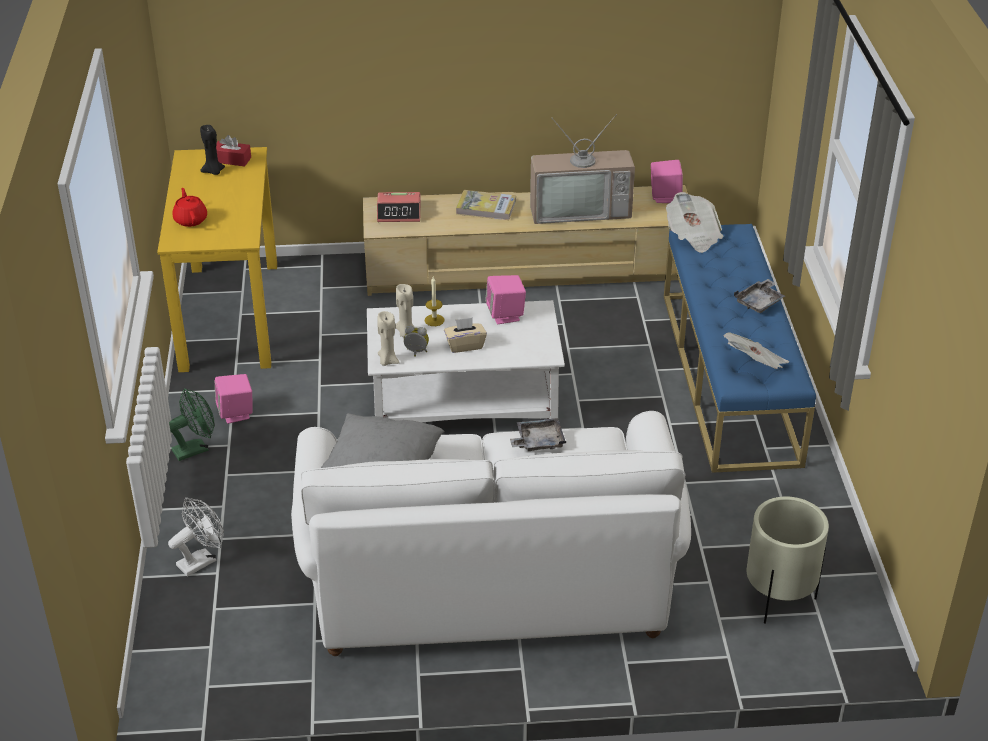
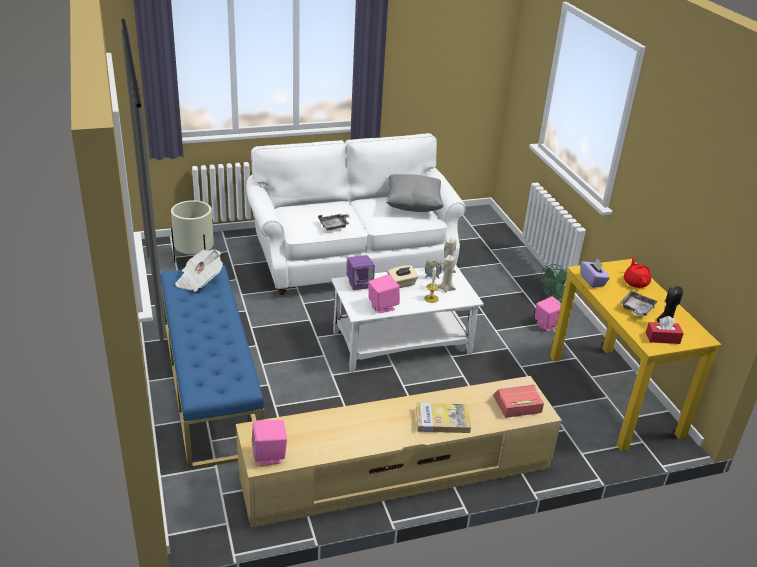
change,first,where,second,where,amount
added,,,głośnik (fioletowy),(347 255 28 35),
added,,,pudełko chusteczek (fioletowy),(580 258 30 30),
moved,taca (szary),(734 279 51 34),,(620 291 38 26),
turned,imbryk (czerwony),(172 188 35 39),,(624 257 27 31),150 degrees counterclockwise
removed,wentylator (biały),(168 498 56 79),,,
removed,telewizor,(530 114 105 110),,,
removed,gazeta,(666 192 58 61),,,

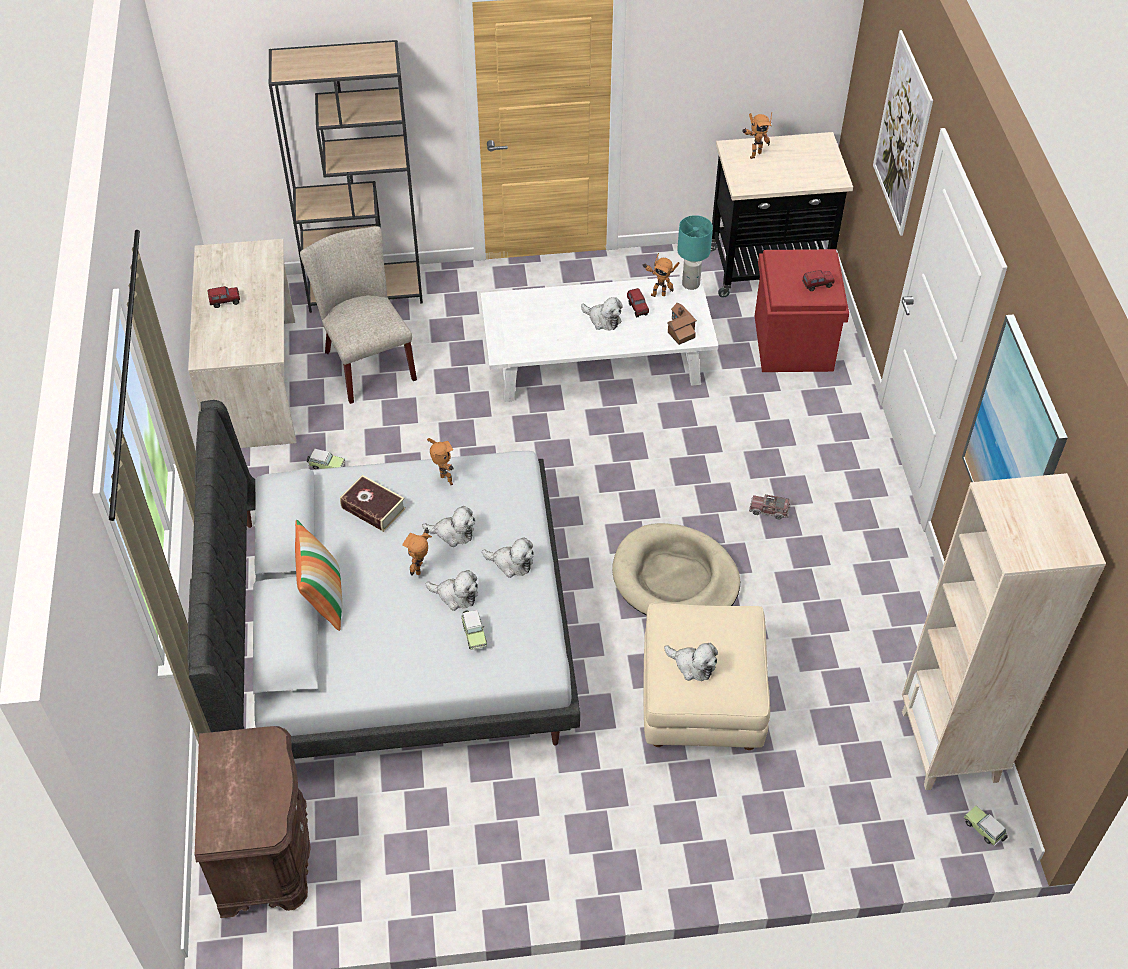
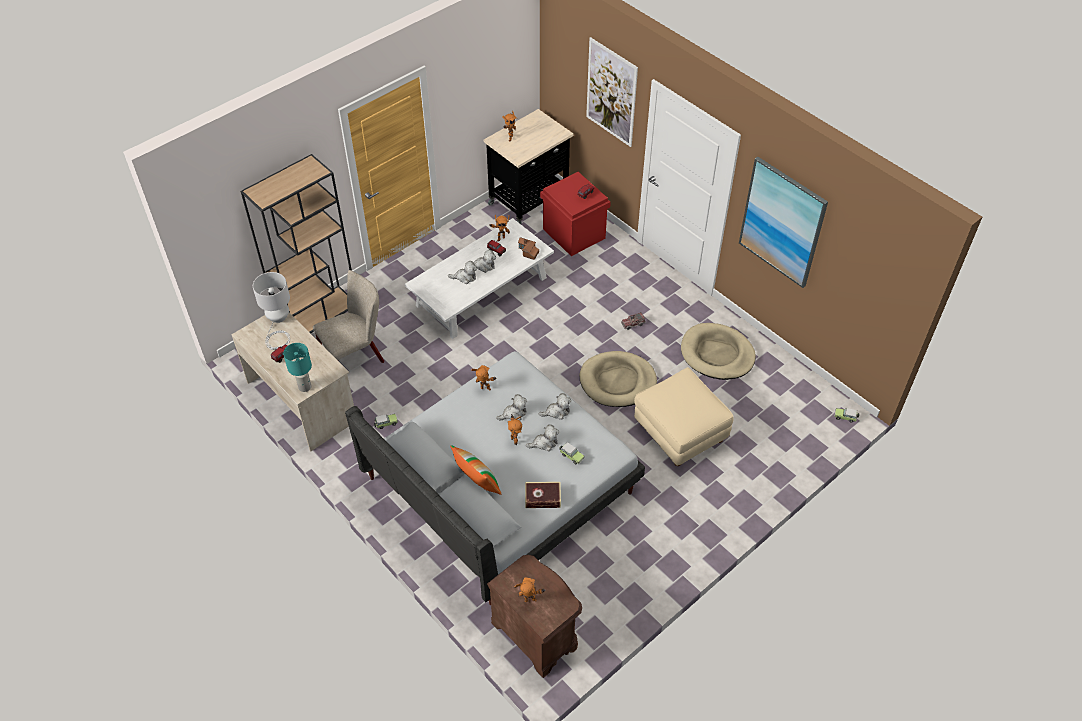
change,first,where,second,where,amount
added,,,lampa stołowa (biały),(253 272 37 78),
moved,lampa stołowa (turkusowy),(677 215 36 75),,(283 343 29 49),
turned,krzesło (beżowy),(300 226 117 178),,(313 270 71 93),120 degrees clockwise
moved,pluszak,(664 643 54 38),,(448 261 29 23),
added,,,robot zabawkowy,(515 577 30 25),
moved,książka,(340 475 66 57),,(525 482 36 26),
added,,,legowisko (beżowy),(681 323 75 57),
removed,regał (beżowy),(902 473 204 317),,,

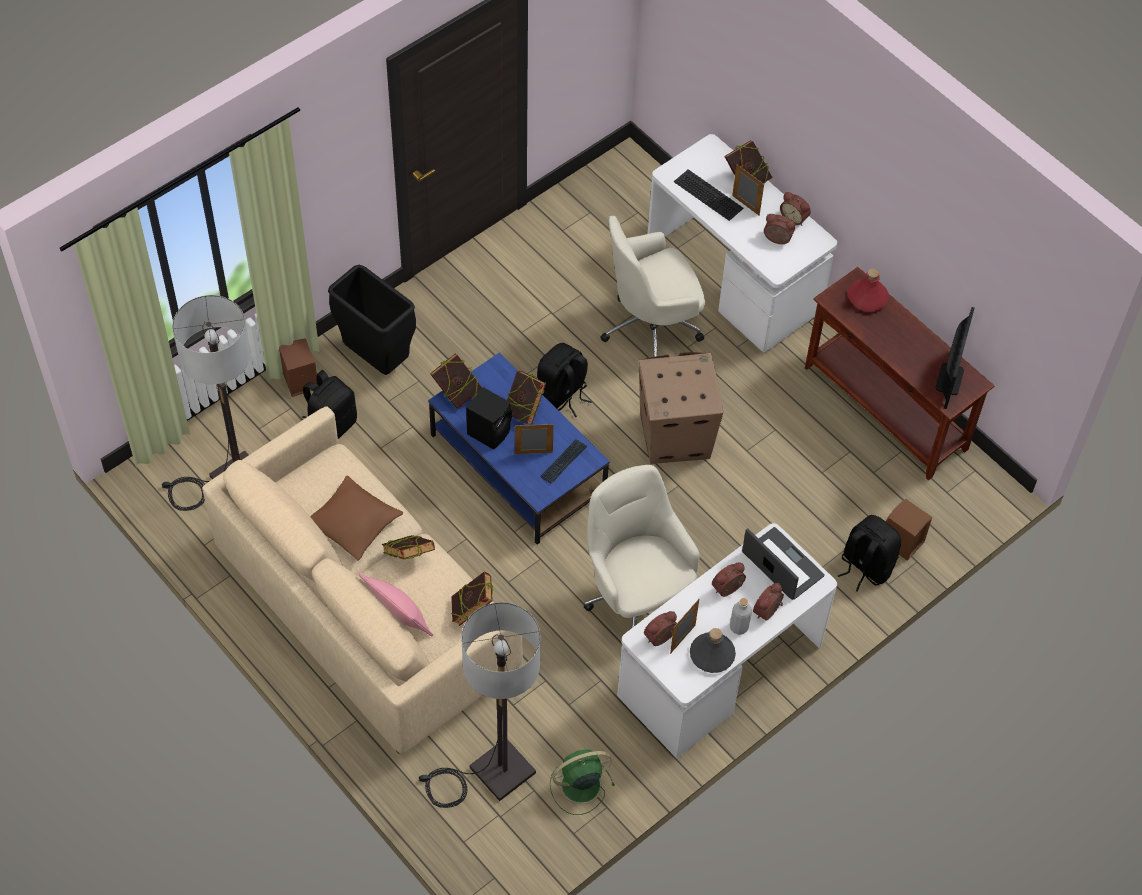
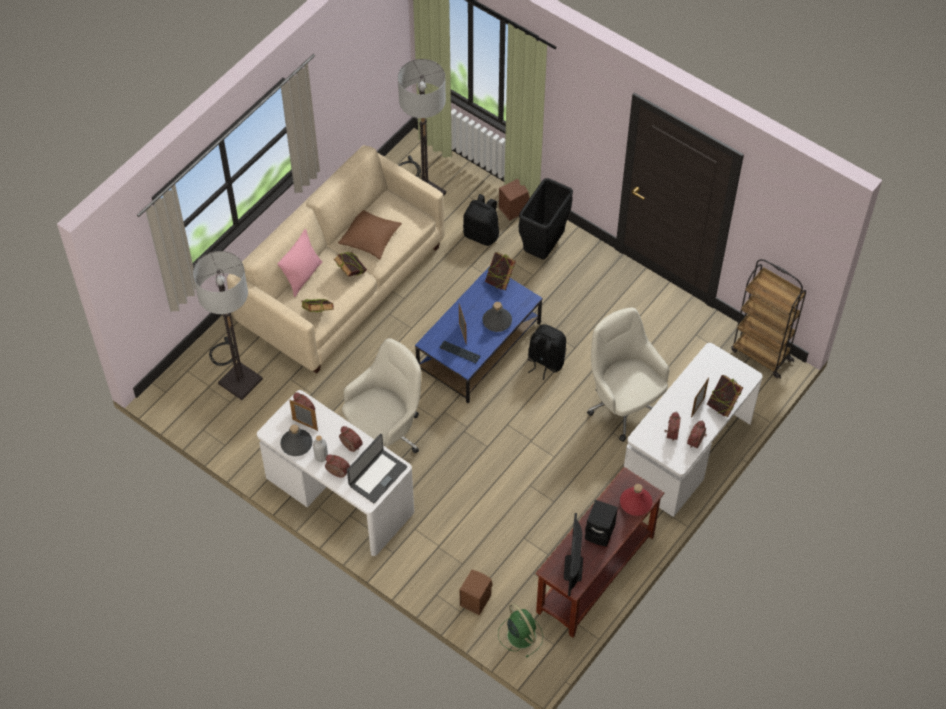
change,first,where,second,where,amount
replaced,książka,(507 371 39 53),butelka (szary),(482 302 30 30),
moved,wentylator (zielony),(550 749 65 66),,(498 603 45 55),
turned,monitor,(936 307 38 102),,(564 513 19 83),90 degrees clockwise
moved,głośnik (czarny),(466 387 46 63),,(585 500 33 46),
added,,,wózek (brązowy),(731 259 75 120),
removed,karton,(638 352 85 112),,,
removed,klawiatura,(674 169 69 52),,,
removed,plecak (czarny),(838 515 63 77),,,

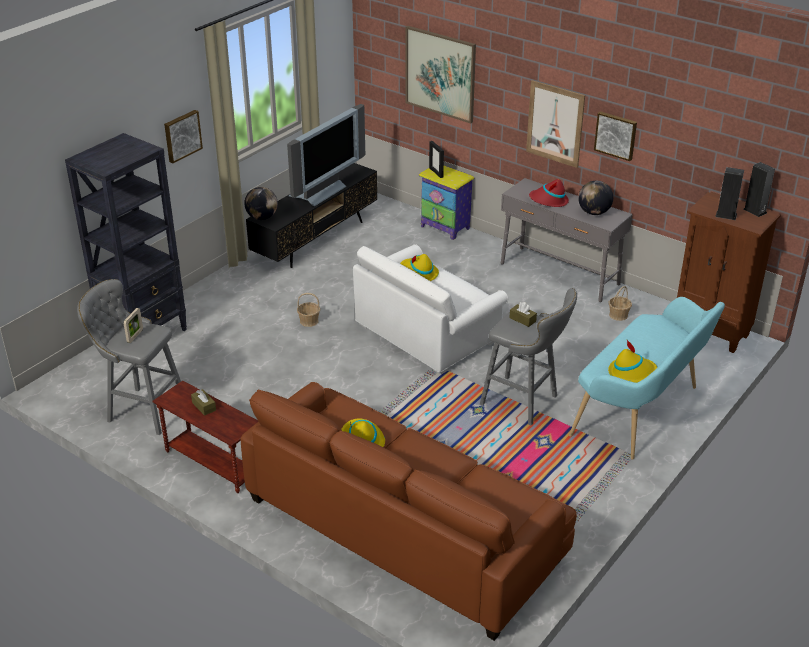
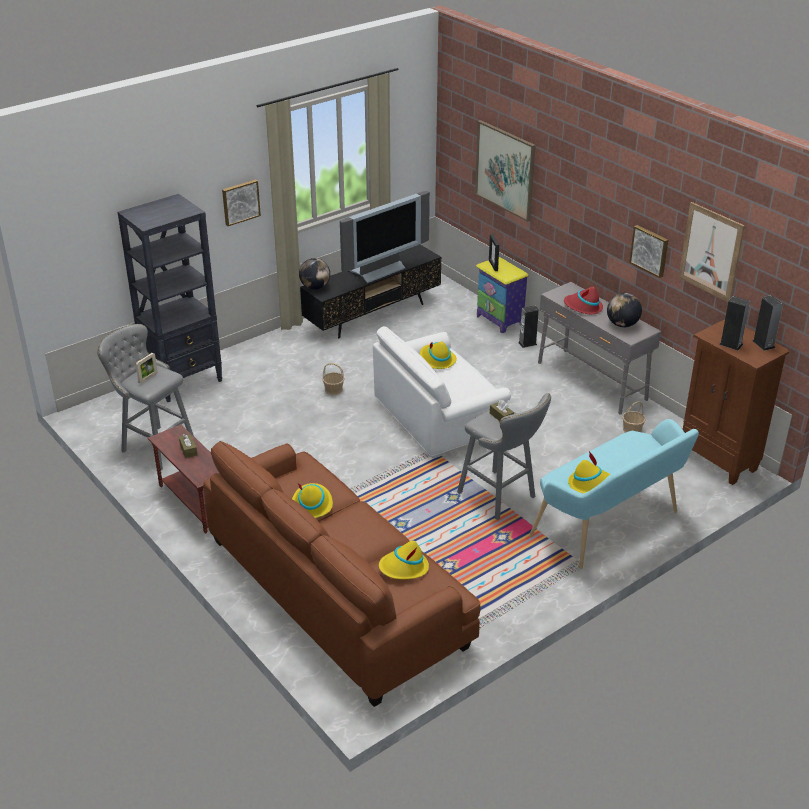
change,first,where,second,where,amount
added,,,kapelusz (żółty),(379 541 50 38),
added,,,głośnik,(518 305 21 43),
moved,obraz,(526 80 59 88),,(679 202 66 100),

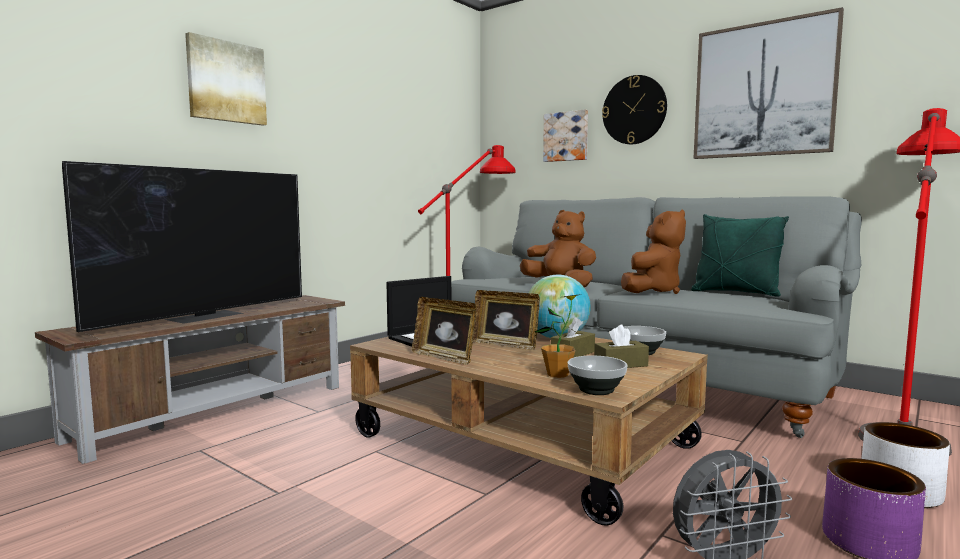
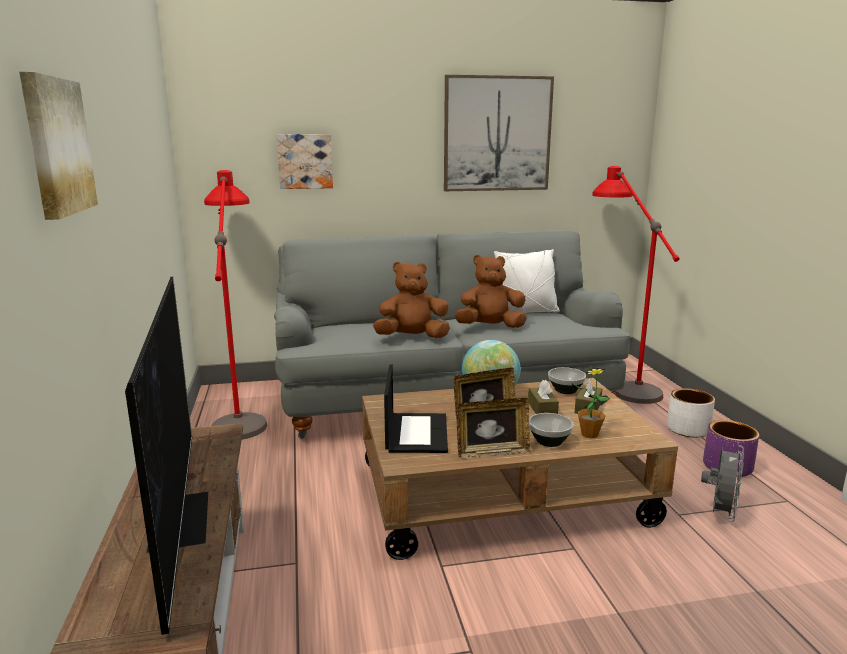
change,first,where,second,where,amount
turned,pluszak (brązowy),(621 210 65 84),,(455 255 72 73),90 degrees counterclockwise
recoloured,poduszka (zielony),(691 214 98 83),poduszka (biały),(494 249 66 64),
moved,miska,(568 356 60 39),,(529 413 44 34),
removed,zegar ścienny,(602 75 65 69),,,

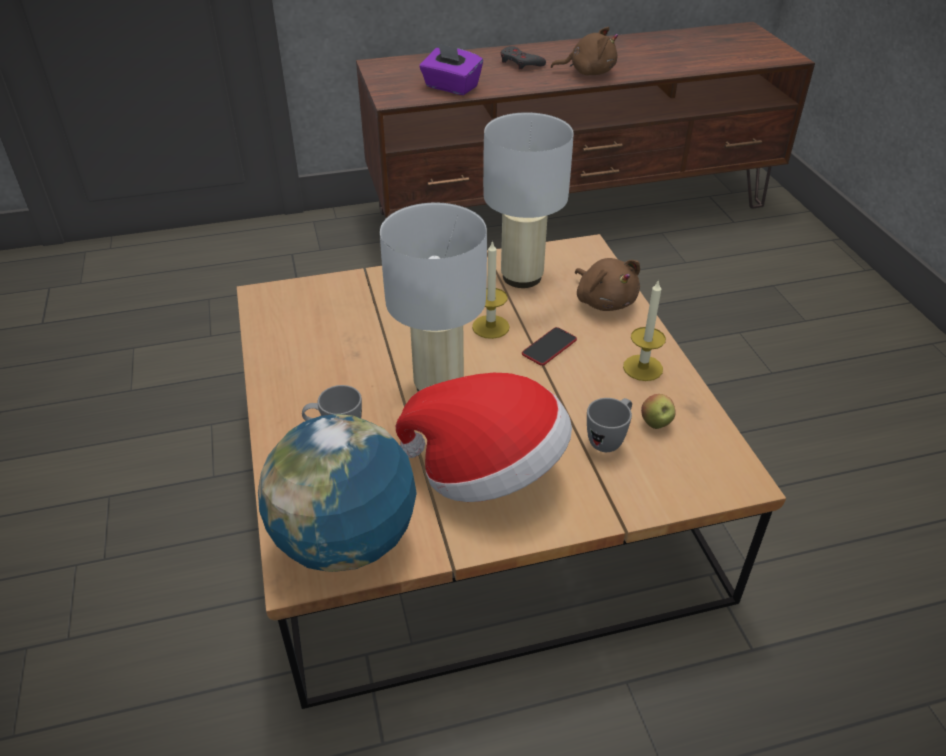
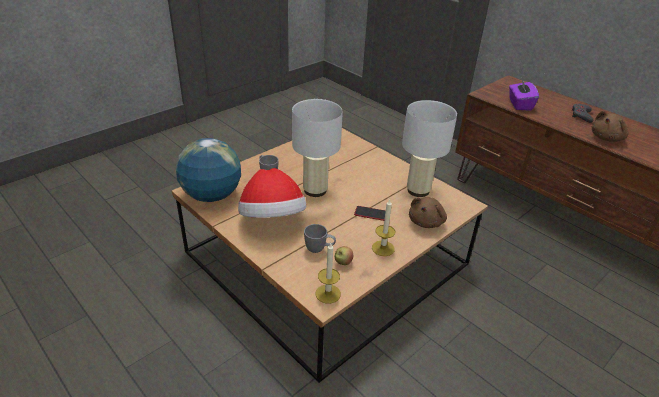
change,first,where,second,where,amount
moved,świeca,(472 240 38 99),,(315 243 26 61),
turned,pluszak (brązowy),(551 27 67 49),,(592 111 37 31),75 degrees clockwise

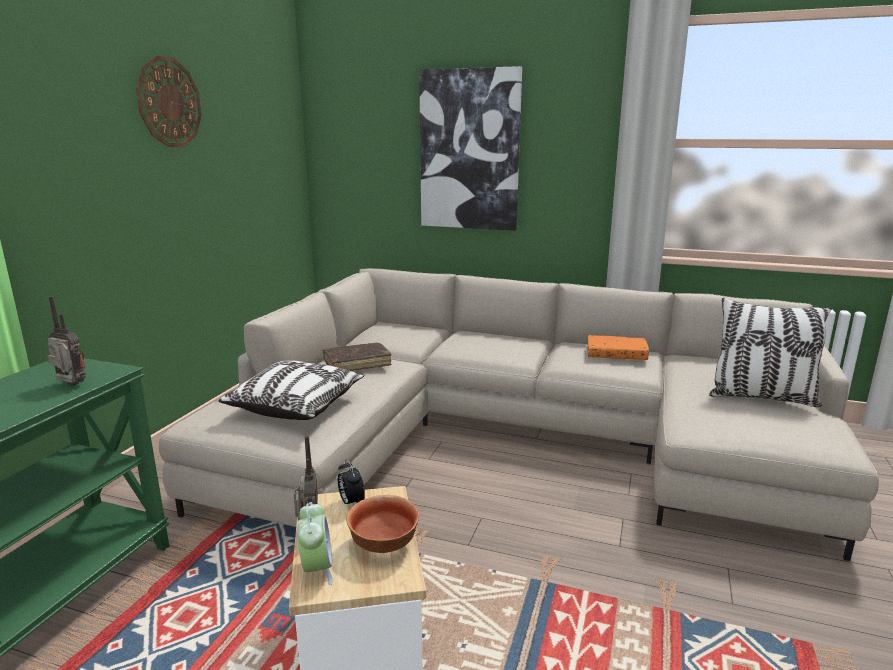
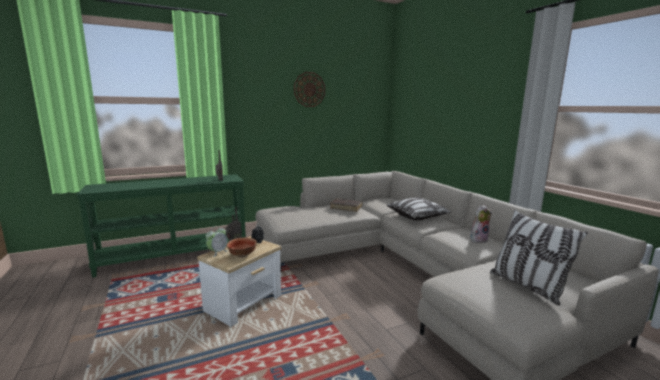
change,first,where,second,where,amount
moved,poduszka,(219 361 145 59),,(387 198 64 22),
replaced,książka (pomarańczowy),(587 335 62 25),pluszak,(470 205 21 38),
removed,obraz,(419 66 103 165),,,

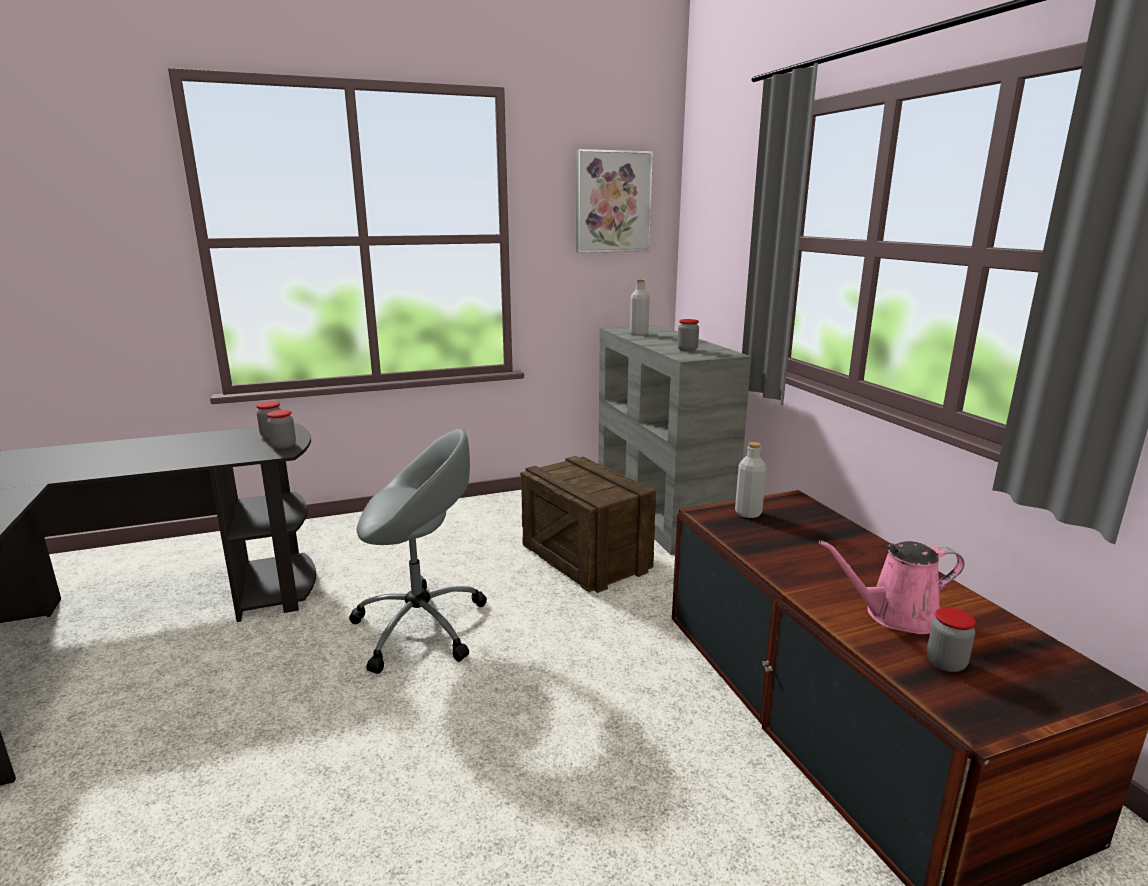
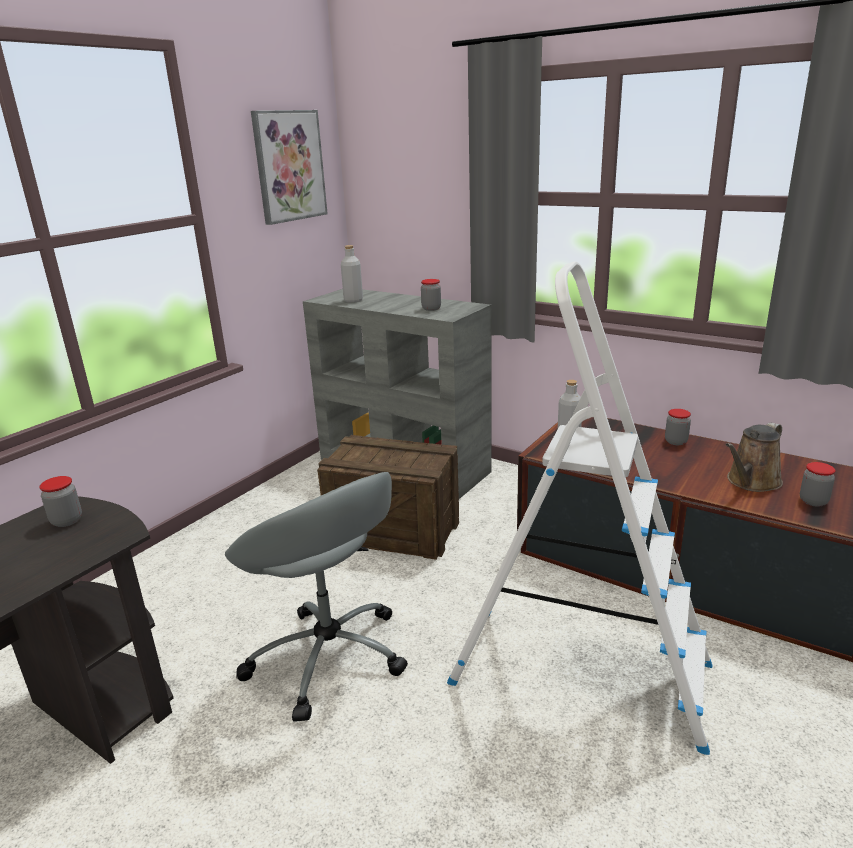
change,first,where,second,where,amount
turned,krzesło biurowe (szary),(349 429 138 245),,(225 472 183 250),90 degrees clockwise
added,,,drabinka (biały),(447 261 265 494),
moved,słoik,(267 410 29 39),,(665 409 26 36),
recoloured,konewka (różowy),(819 540 146 94),konewka (brązowy),(725 422 58 70),

